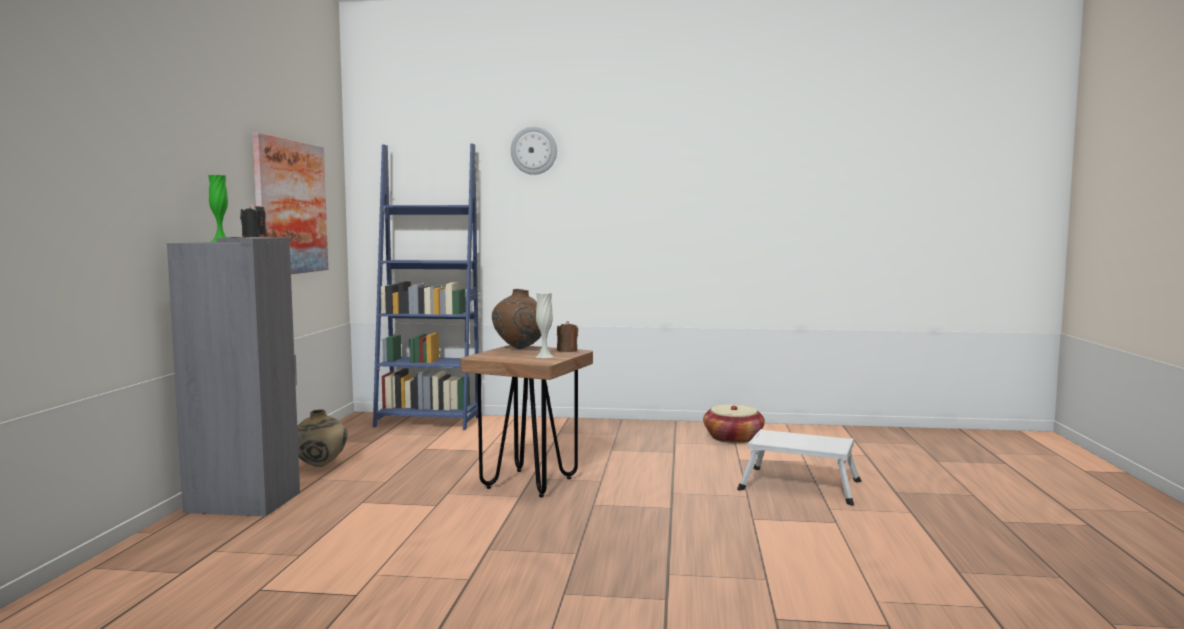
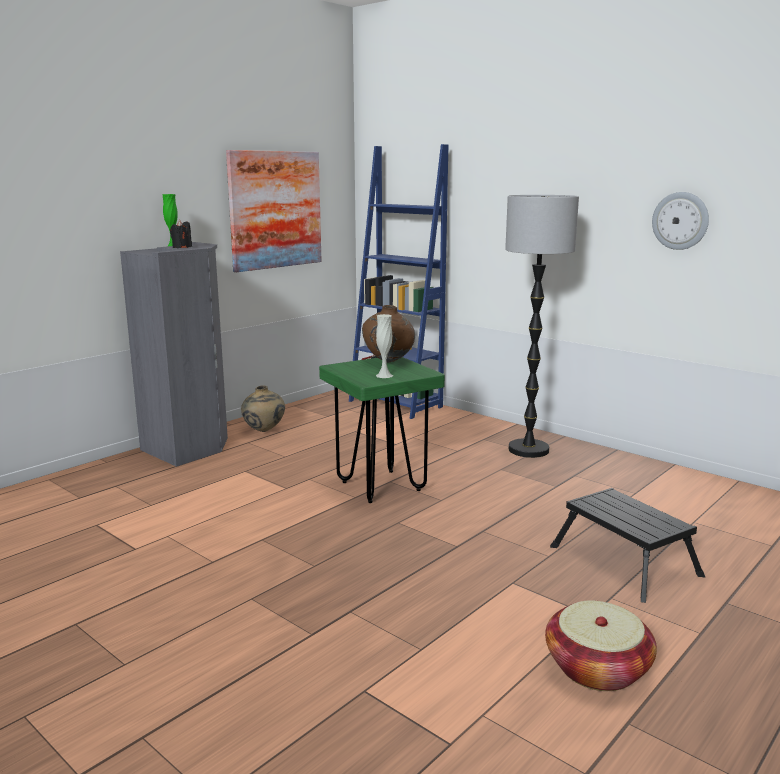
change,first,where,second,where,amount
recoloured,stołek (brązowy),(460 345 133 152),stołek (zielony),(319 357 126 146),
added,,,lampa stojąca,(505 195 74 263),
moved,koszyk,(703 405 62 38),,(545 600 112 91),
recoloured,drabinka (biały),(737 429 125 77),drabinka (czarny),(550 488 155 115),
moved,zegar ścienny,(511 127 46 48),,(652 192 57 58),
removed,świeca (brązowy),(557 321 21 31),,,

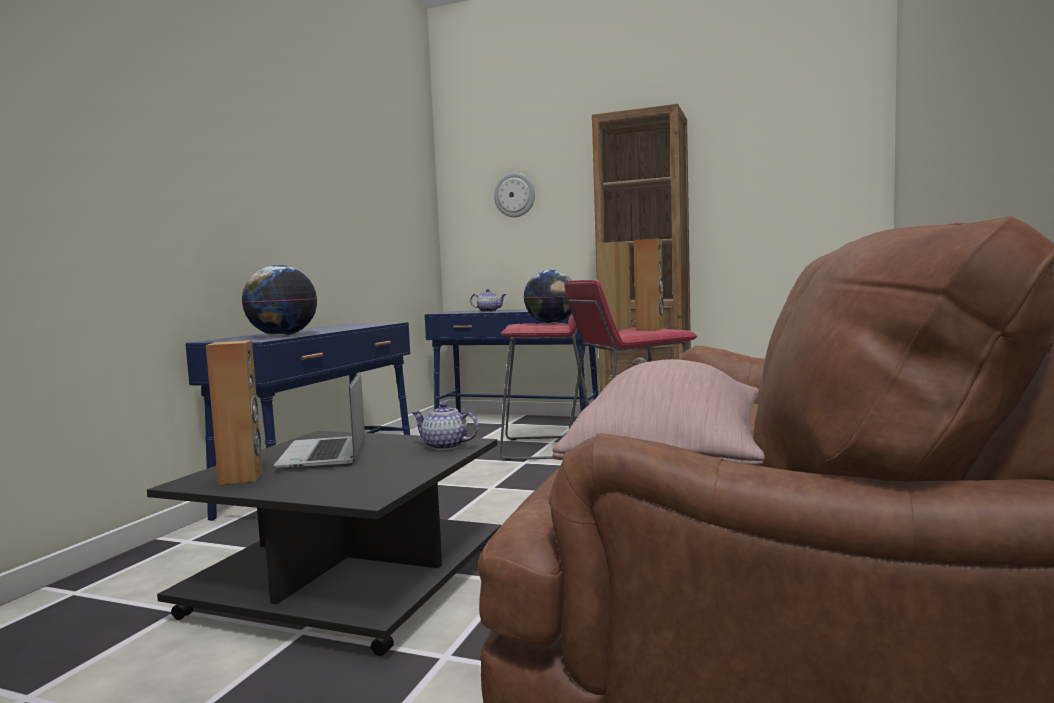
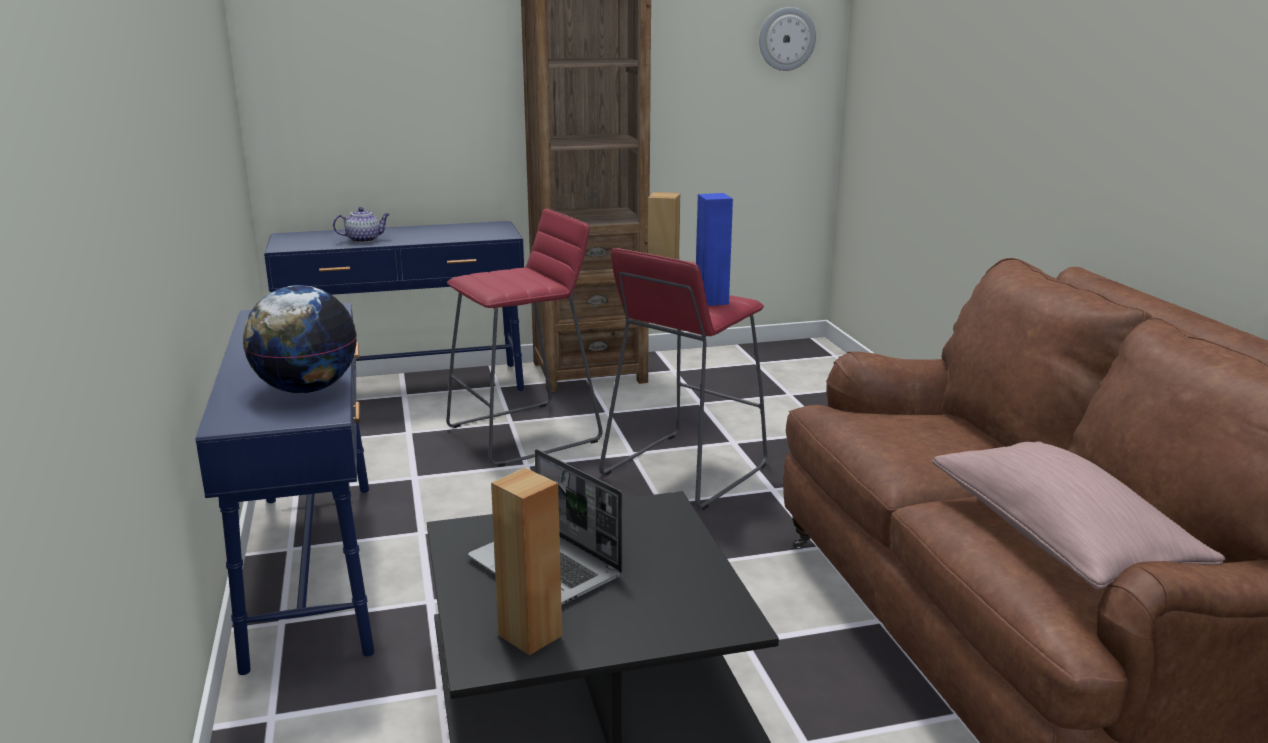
change,first,where,second,where,amount
recoloured,głośnik (brązowy),(634 238 30 93),głośnik (niebieski),(696 193 37 113),
moved,zegar ścienny,(494 173 41 44),,(759 7 57 64),
removed,imbryk,(411 402 68 48),,,
removed,globus,(523 270 49 53),,,

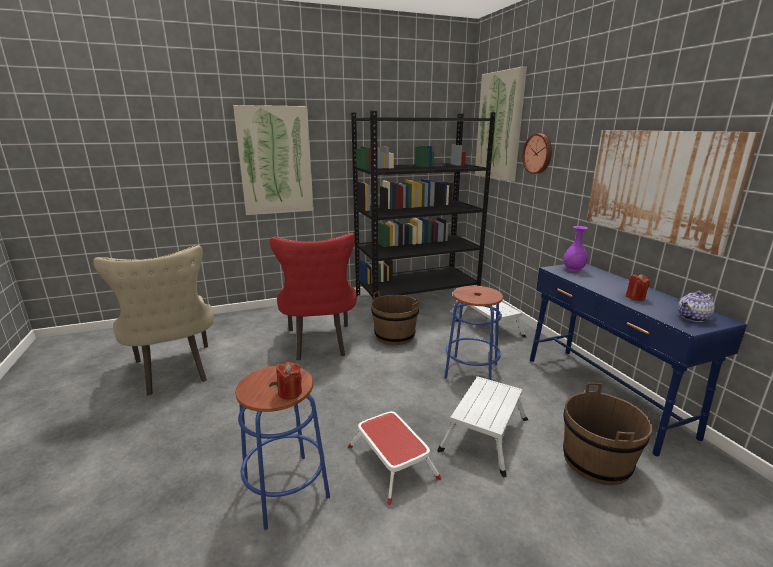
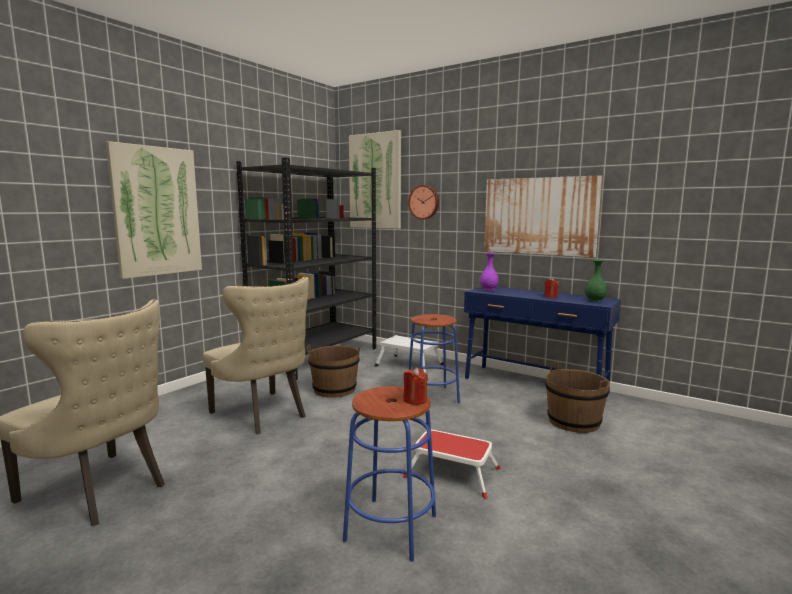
change,first,where,second,where,amount
recoloured,krzesło (czerwony),(270 233 87 127),krzesło (beżowy),(203 276 106 158),
replaced,imbryk,(678 291 37 31),wazon (zielony),(585 260 22 42),
removed,drabinka (biały),(437 376 91 101),,,

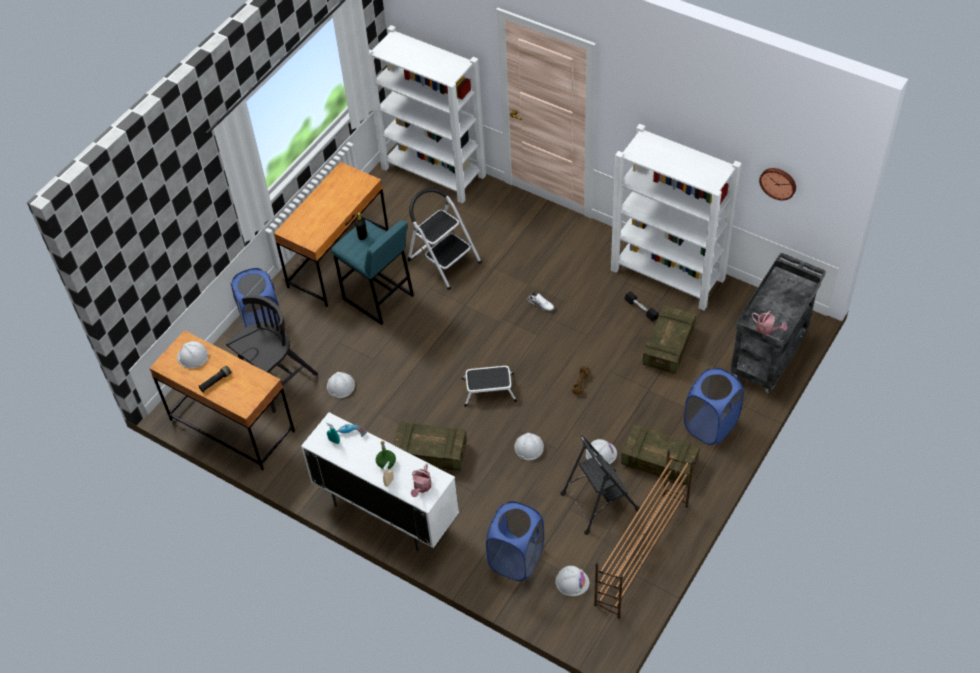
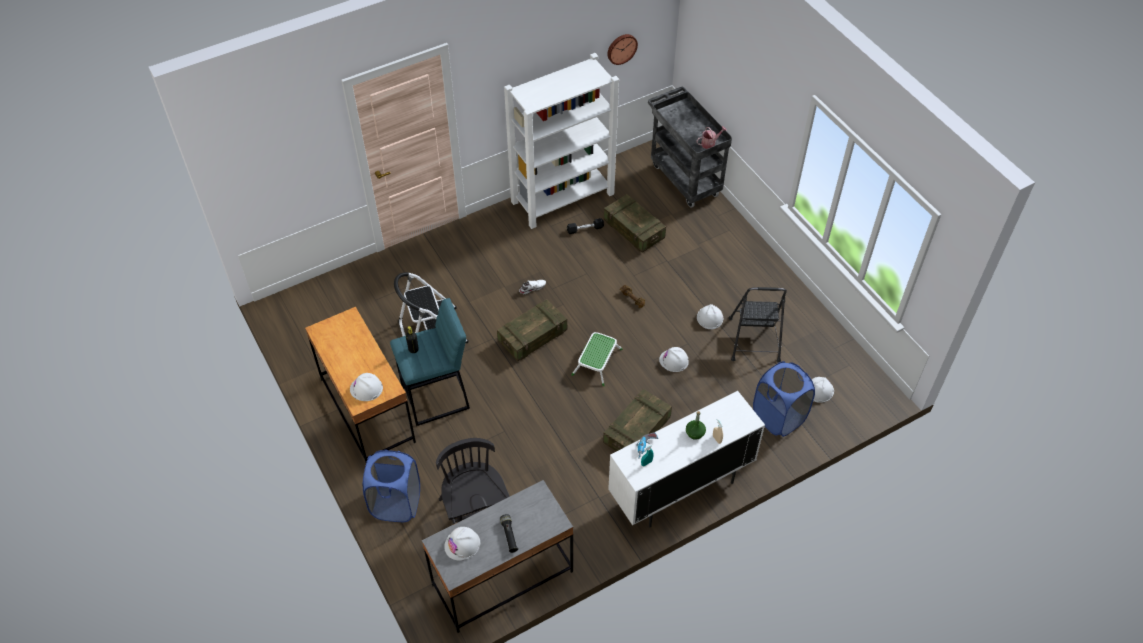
change,first,where,second,where,amount
moved,kask (biały),(327 372 28 26),,(350 373 33 28),
recoloured,biurko (brązowy),(149 330 146 140),biurko (szary),(422 480 151 153),
moved,skrzynka,(621 425 79 60),,(497 299 70 62),
recoloured,drabinka (czarny),(462 366 55 41),drabinka (zielony),(571 332 52 54),
removed,regał (biały),(369 25 117 178),,,
removed,konewka,(411 464 20 33),,,
removed,regał na buty (brązowy),(594 450 100 169),,,
removed,kosz na pranie (niebieski),(684 368 60 77),,,

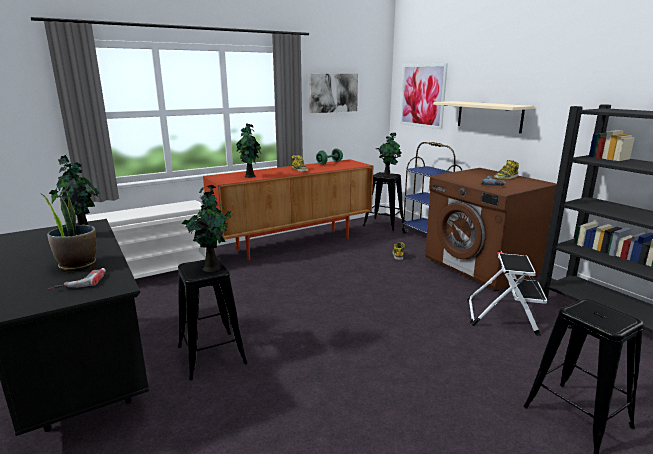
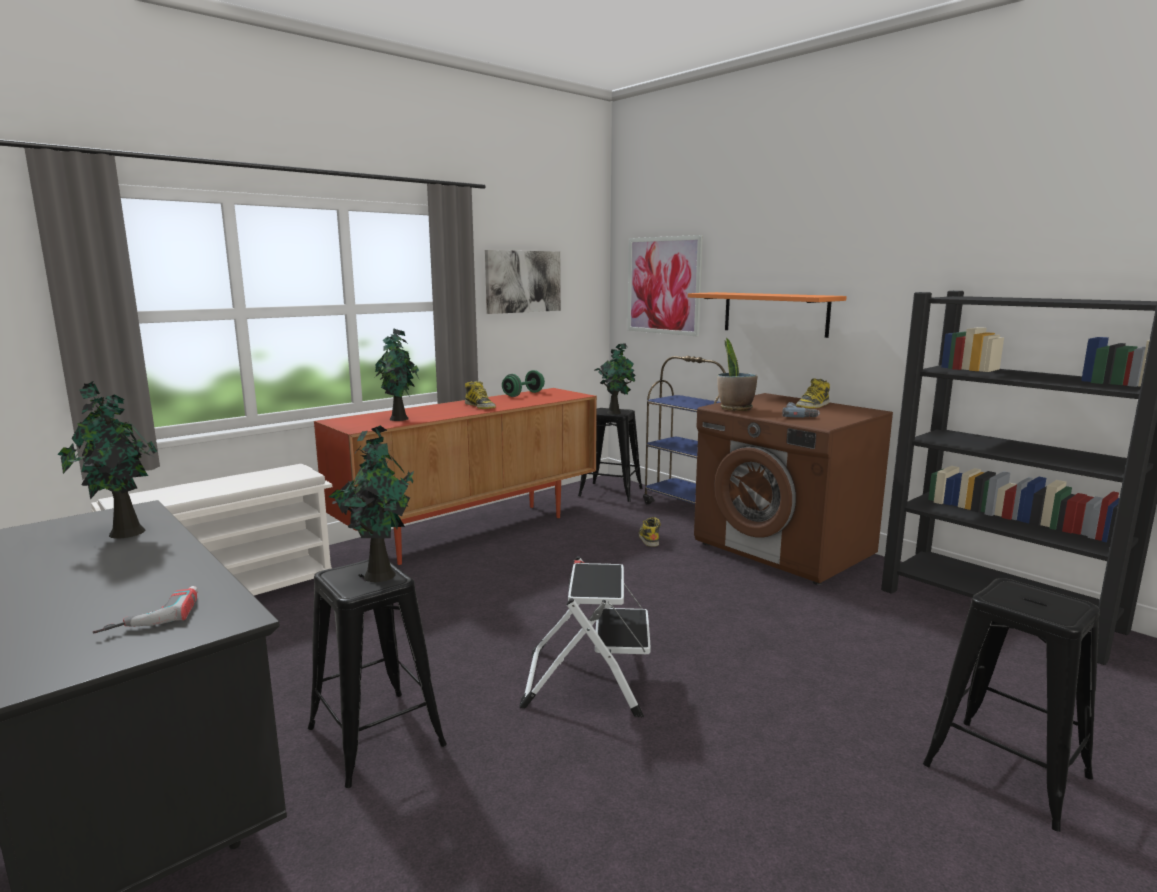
change,first,where,second,where,amount
moved,drabinka,(467 250 80 86),,(519 556 131 161),
recoloured,półka (beżowy),(433 101 102 32),półka (pomarańczowy),(688 292 159 46),
moved,roślina doniczkowa,(40 191 56 80),,(717 338 40 73),

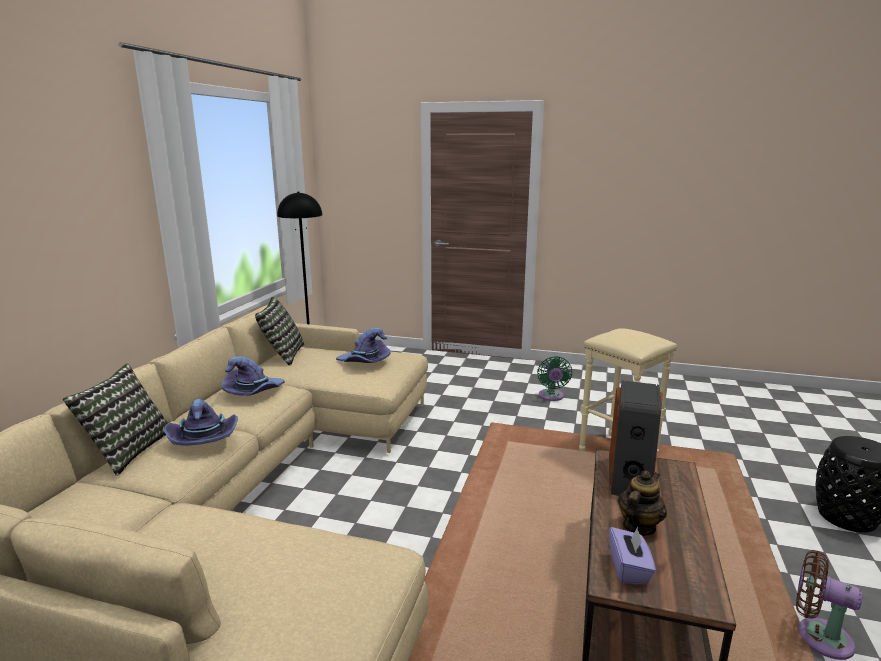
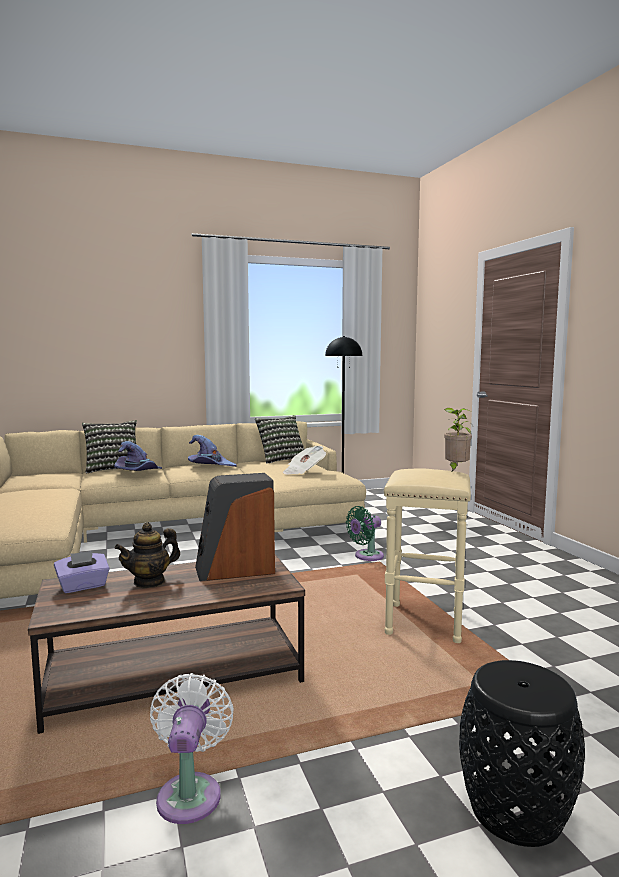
change,first,where,second,where,amount
turned,imbryk,(618 470 49 66),,(115 522 65 66),135 degrees clockwise
recoloured,wentylator (brązowy),(796 550 67 110),wentylator (biały),(150 673 84 151),
replaced,kapelusz (fioletowy),(336 328 55 35),gazeta,(283 446 43 28),
moved,wentylator (zielony),(537 356 35 45),,(346 506 38 55),
added,,,roślina doniczkowa,(444 408 29 63),

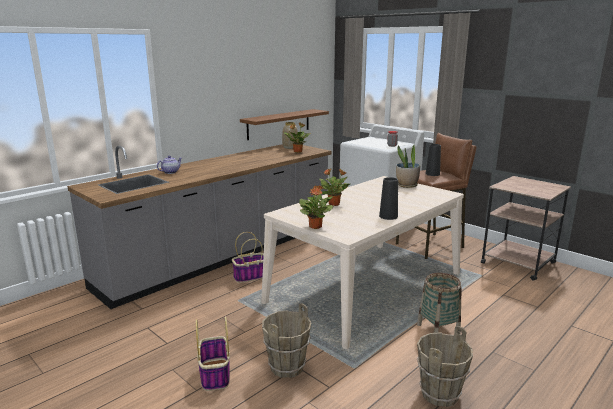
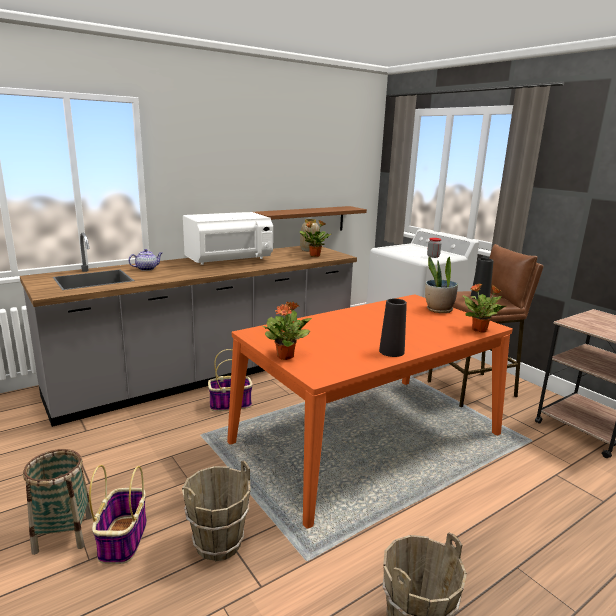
change,first,where,second,where,amount
moved,koszyk,(417 273 45 61),,(23 449 69 106),
added,,,mikrofalówka (biały),(183 212 90 53),
recoloured,stół jadalny (beżowy),(261 176 203 173),stół jadalny (pomarańczowy),(227 294 286 235),
moved,roślina doniczkowa,(319 169 31 37),,(463 284 43 49),

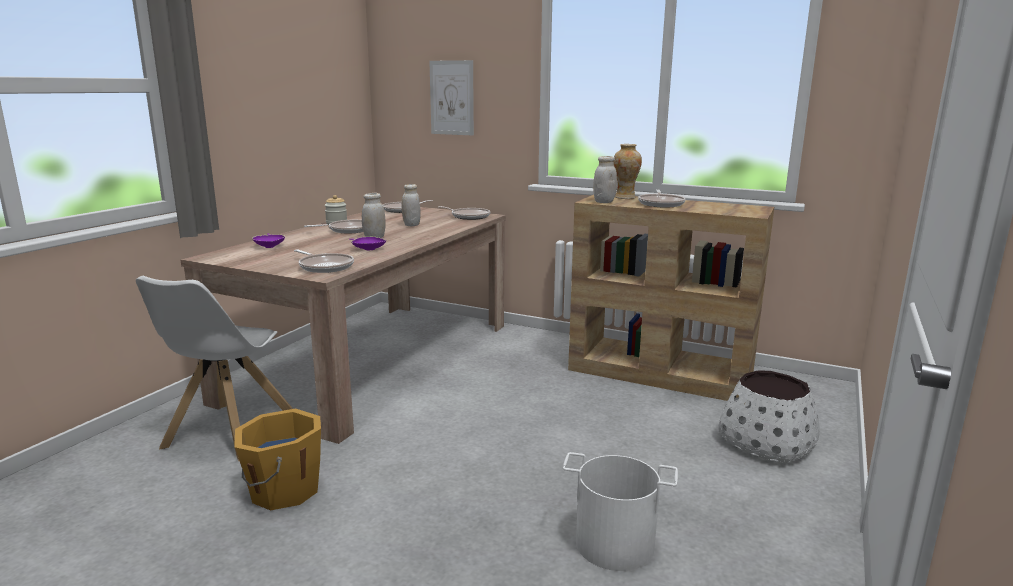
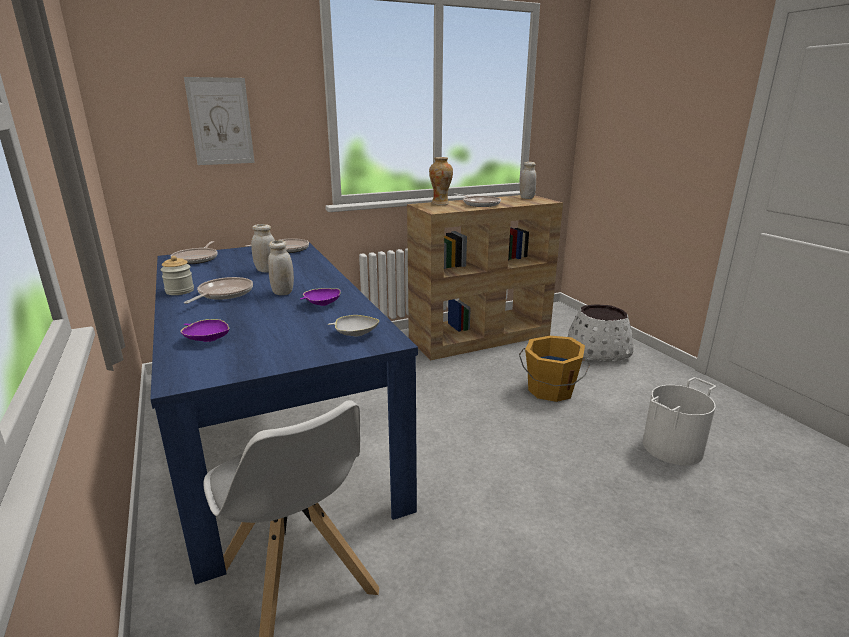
change,first,where,second,where,amount
recoloured,stół jadalny (beżowy),(180 207 326 237),stół jadalny (niebieski),(150 241 268 344),
replaced,patelnia,(294 249 60 24),miska (biały),(328 315 51 22),
moved,wiadro (pomarańczowy),(234 408 87 103),,(519 336 71 66),
moved,słoik (biały),(593 156 24 47),,(520 162 16 37),

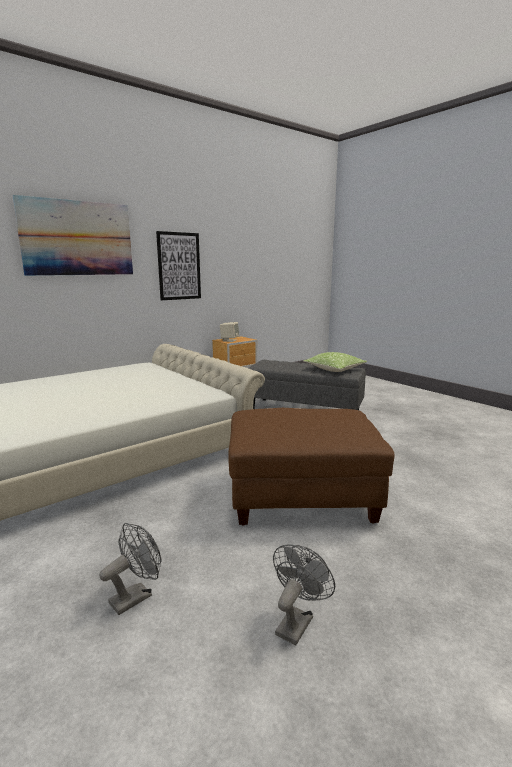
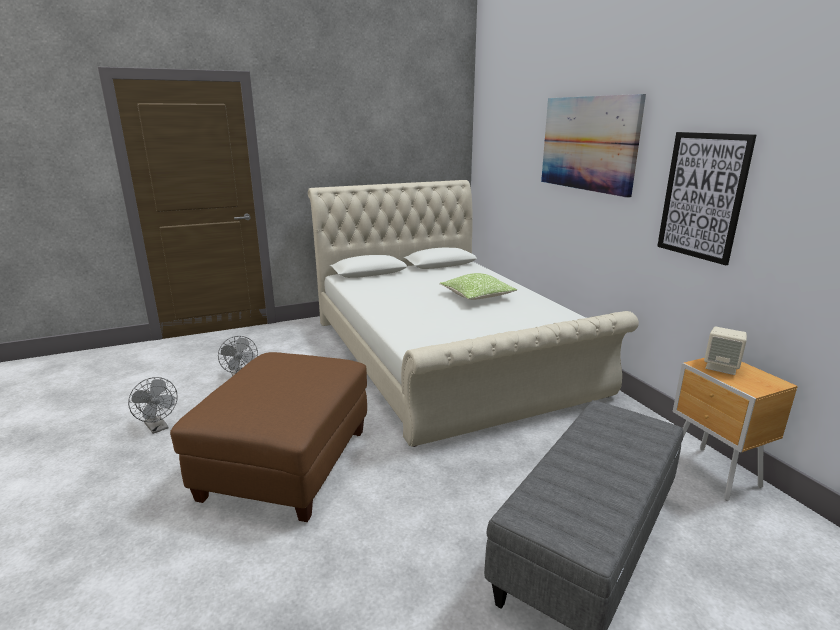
change,first,where,second,where,amount
moved,poduszka,(303 352 64 20),,(440 273 77 27),

